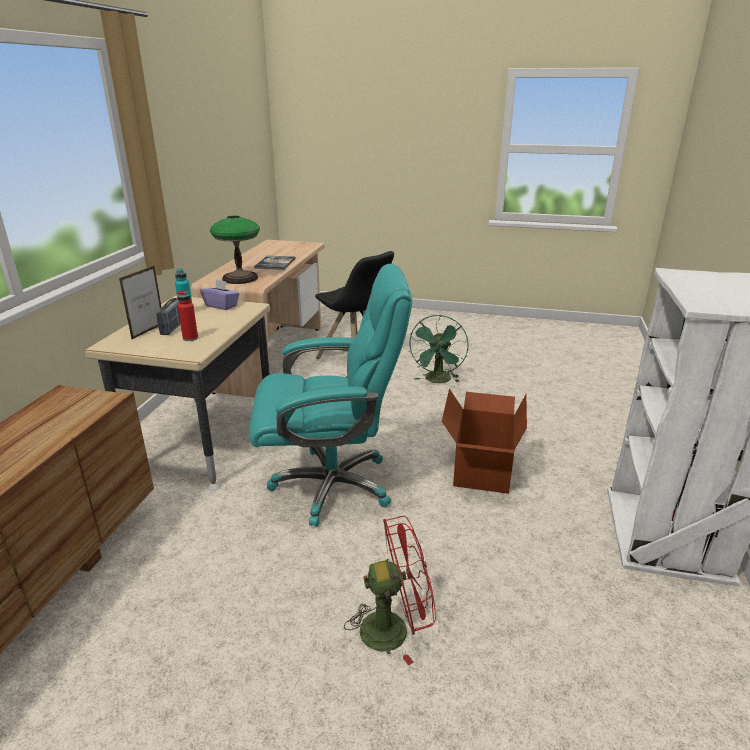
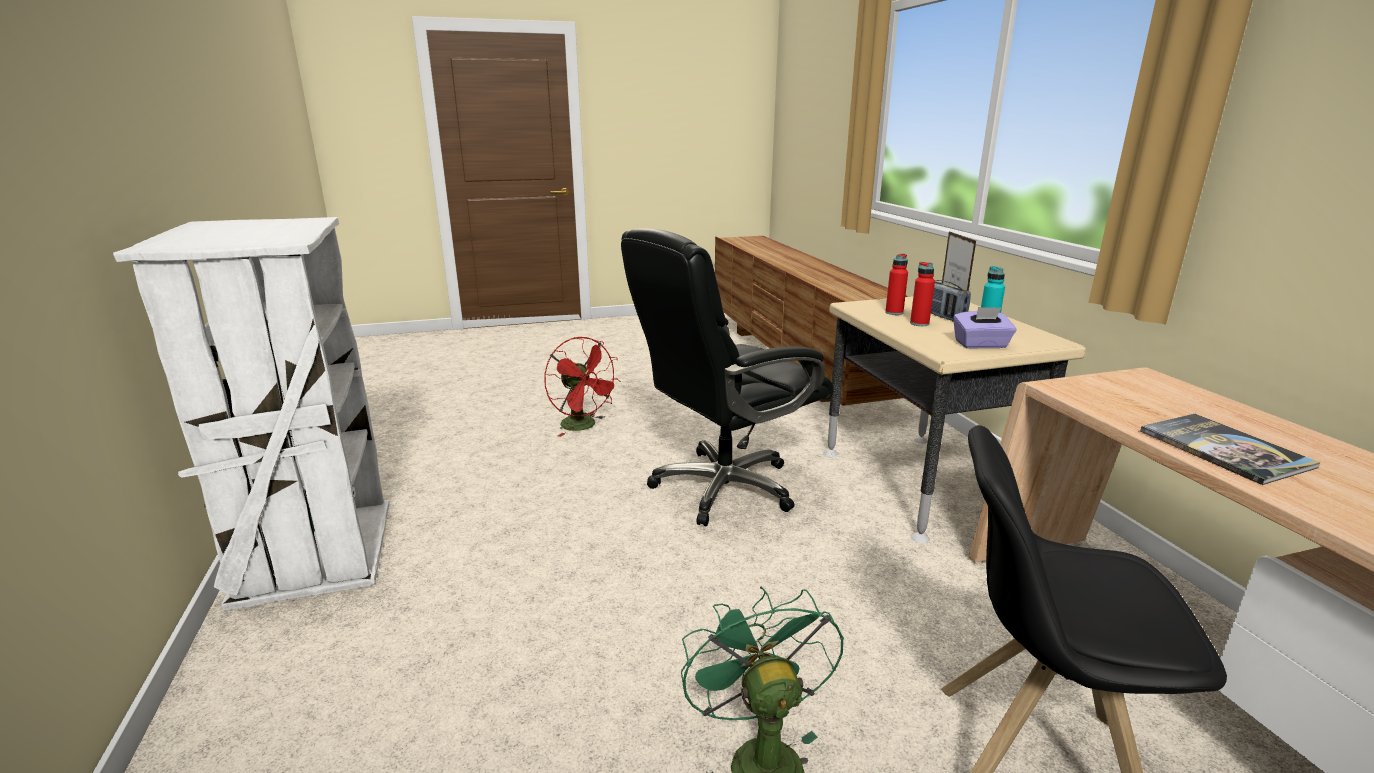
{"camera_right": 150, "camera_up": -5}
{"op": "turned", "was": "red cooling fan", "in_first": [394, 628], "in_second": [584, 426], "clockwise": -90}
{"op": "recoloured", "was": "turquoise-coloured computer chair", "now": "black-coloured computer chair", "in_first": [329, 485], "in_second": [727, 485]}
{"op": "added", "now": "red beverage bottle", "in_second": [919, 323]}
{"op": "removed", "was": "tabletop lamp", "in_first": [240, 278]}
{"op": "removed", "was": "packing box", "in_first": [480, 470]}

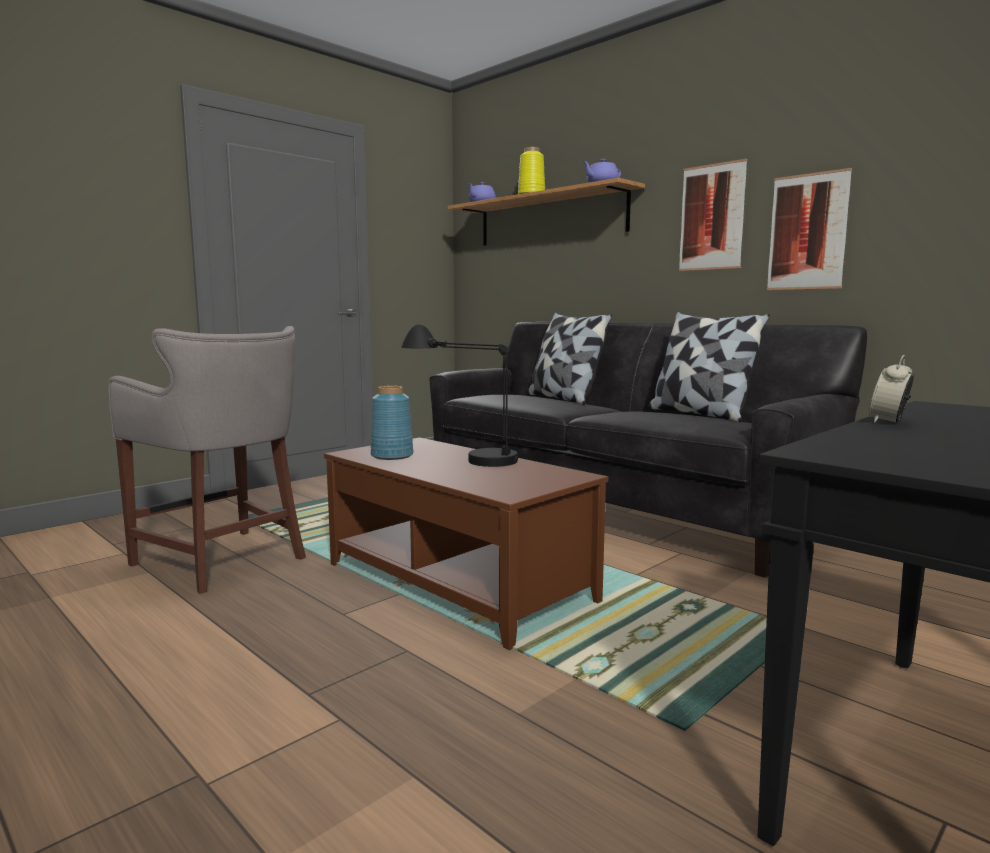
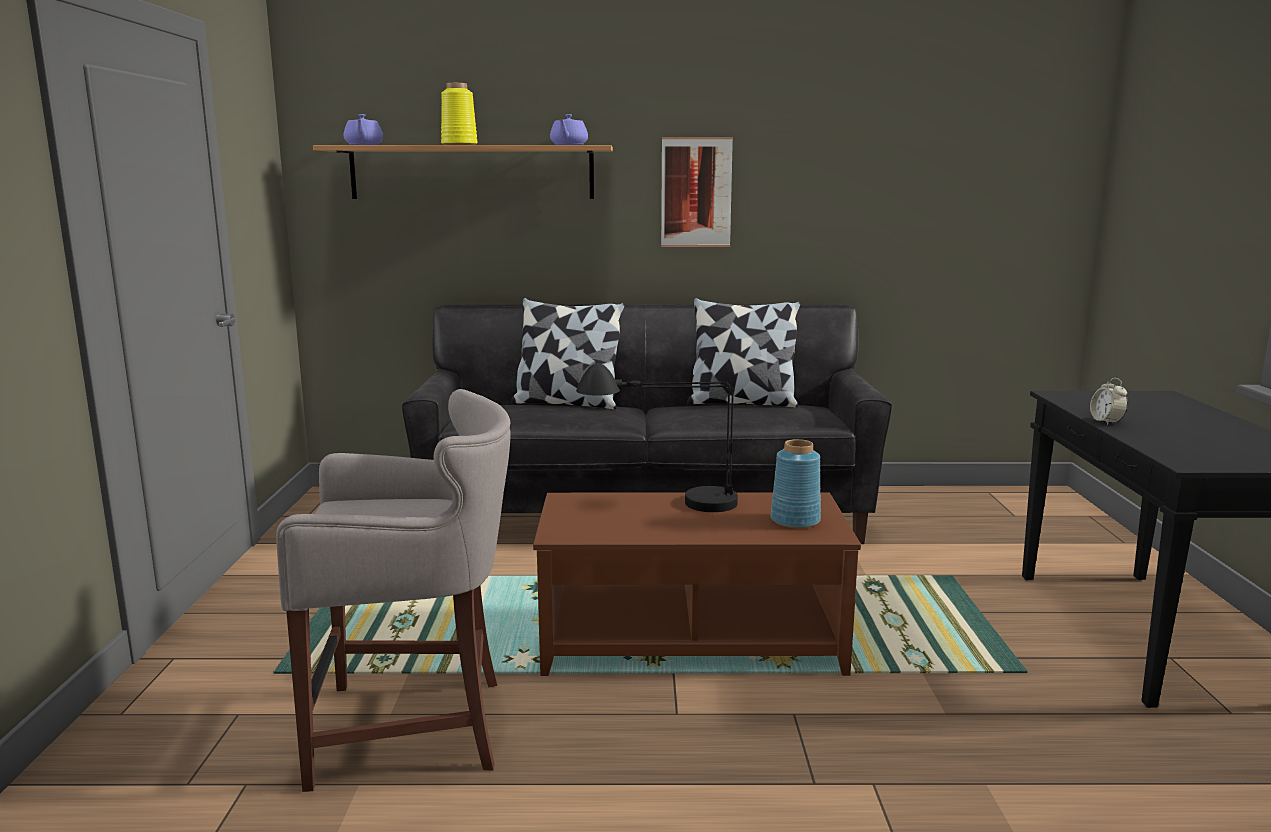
{"camera_right": -45, "camera_up": 5}
{"op": "moved", "was": "blue-coloured flower vase", "in_first": [392, 455], "in_second": [794, 520]}
{"op": "removed", "was": "picture", "in_first": [807, 232]}

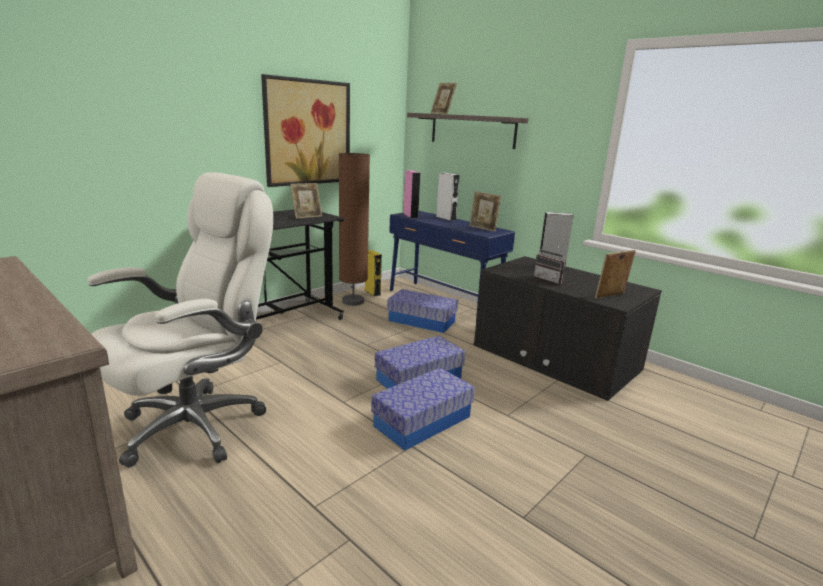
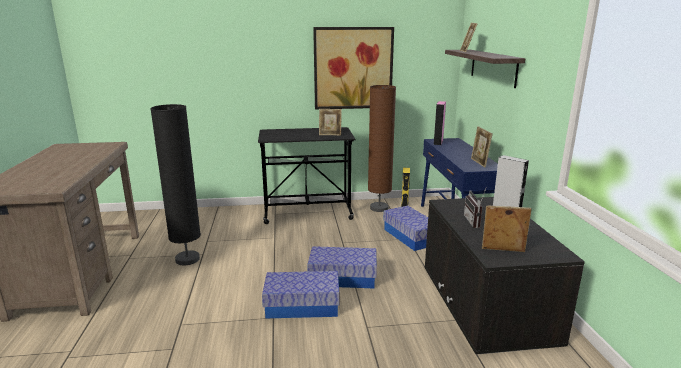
{"camera_right": 40, "camera_up": 0}
{"op": "replaced", "was": "white computer chair", "now": "black-coloured standard lamp", "in_first": [195, 426], "in_second": [187, 259]}
{"op": "removed", "was": "white audio speaker", "in_first": [446, 218]}

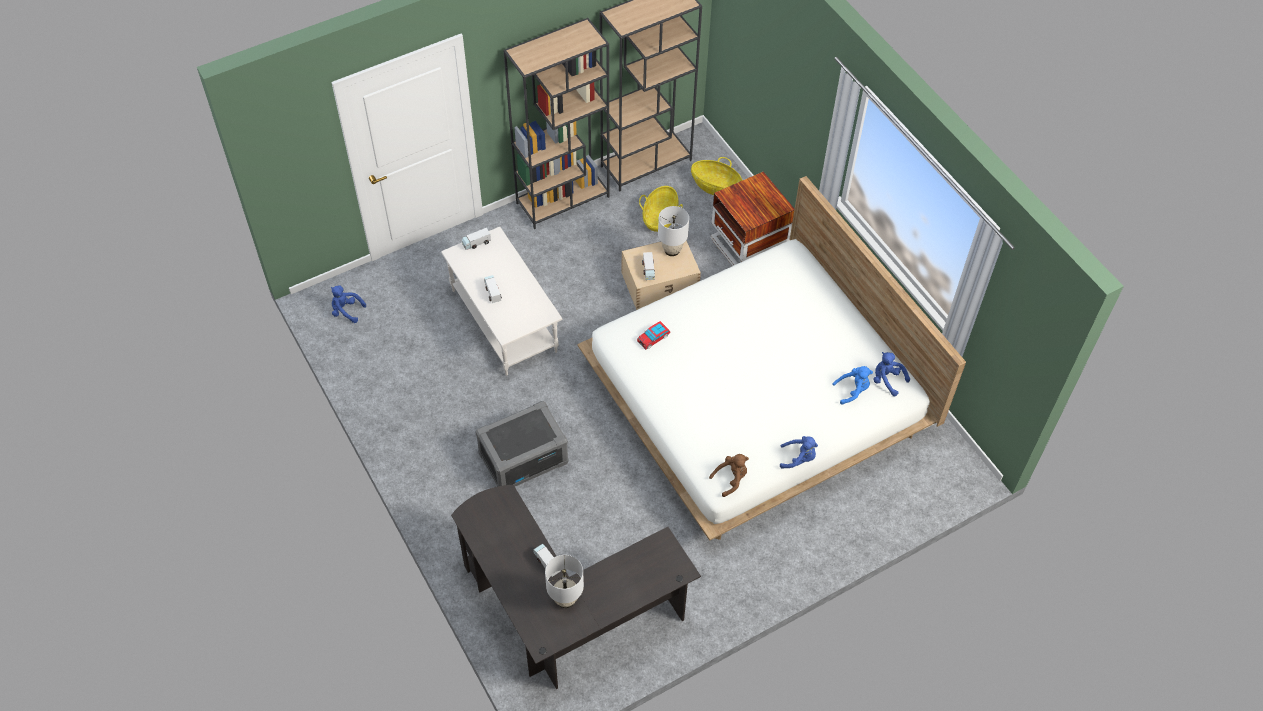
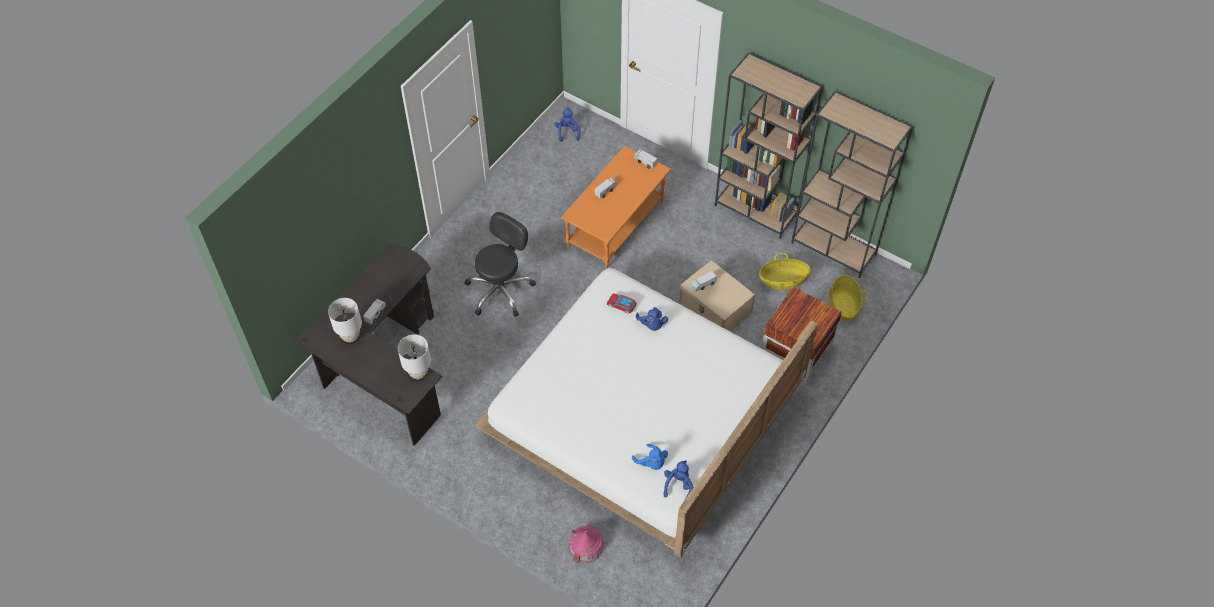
{"camera_right": 65, "camera_up": 0}
{"op": "moved", "was": "white tabletop lamp", "in_first": [672, 250], "in_second": [419, 374]}
{"op": "replaced", "was": "grey storage container", "now": "black-coloured computer chair", "in_first": [523, 457], "in_second": [501, 288]}
{"op": "recoloured", "was": "white low table", "now": "orange low table", "in_first": [505, 321], "in_second": [616, 225]}
{"op": "added", "now": "toy house", "in_second": [586, 546]}
{"op": "moved", "was": "blue-coloured plush toy", "in_first": [798, 458], "in_second": [652, 325]}
{"op": "removed", "was": "brown plush toy", "in_first": [731, 479]}

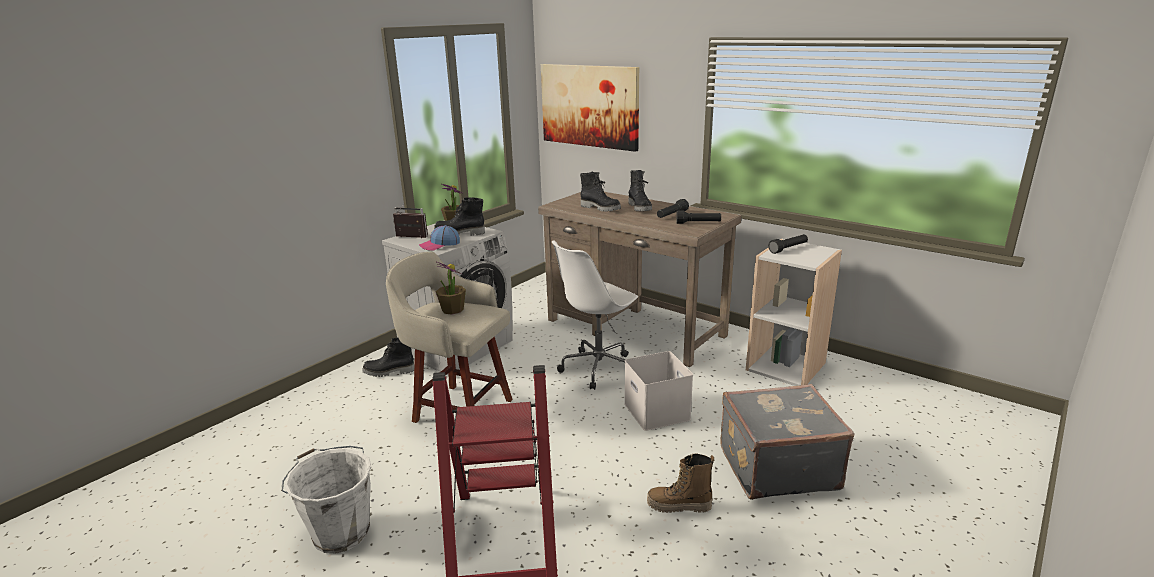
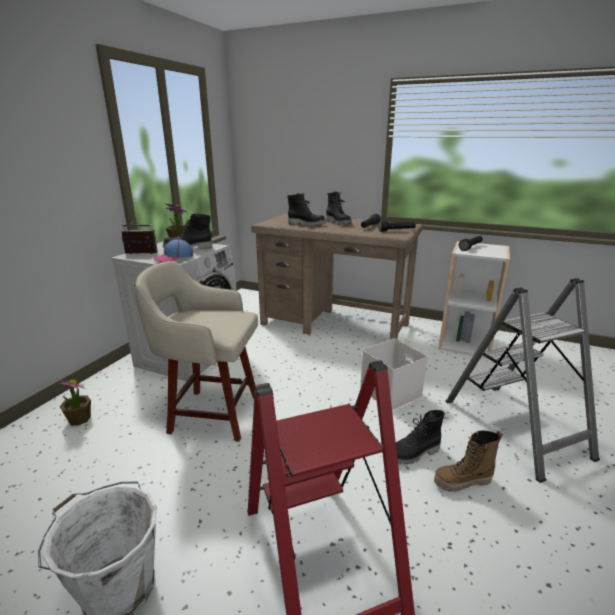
{"camera_right": -15, "camera_up": 0}
{"op": "moved", "was": "plant in a pot", "in_first": [452, 310], "in_second": [79, 419]}
{"op": "moved", "was": "black-coloured boot", "in_first": [389, 372], "in_second": [413, 454]}
{"op": "replaced", "was": "grey piece of luggage", "now": "grey step stool", "in_first": [776, 467], "in_second": [516, 428]}
{"op": "removed", "was": "picture", "in_first": [589, 106]}
{"op": "removed", "was": "white computer chair", "in_first": [597, 369]}

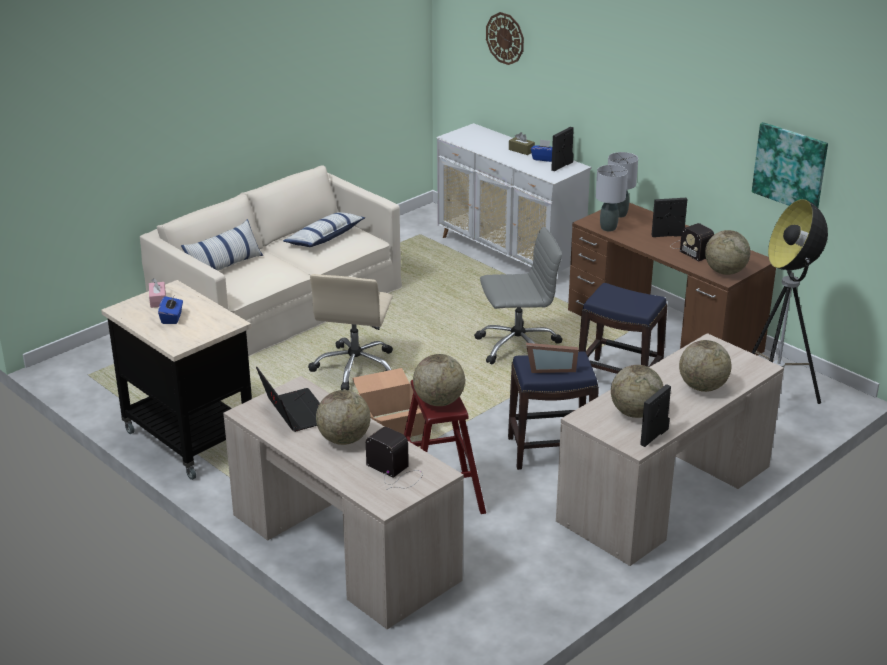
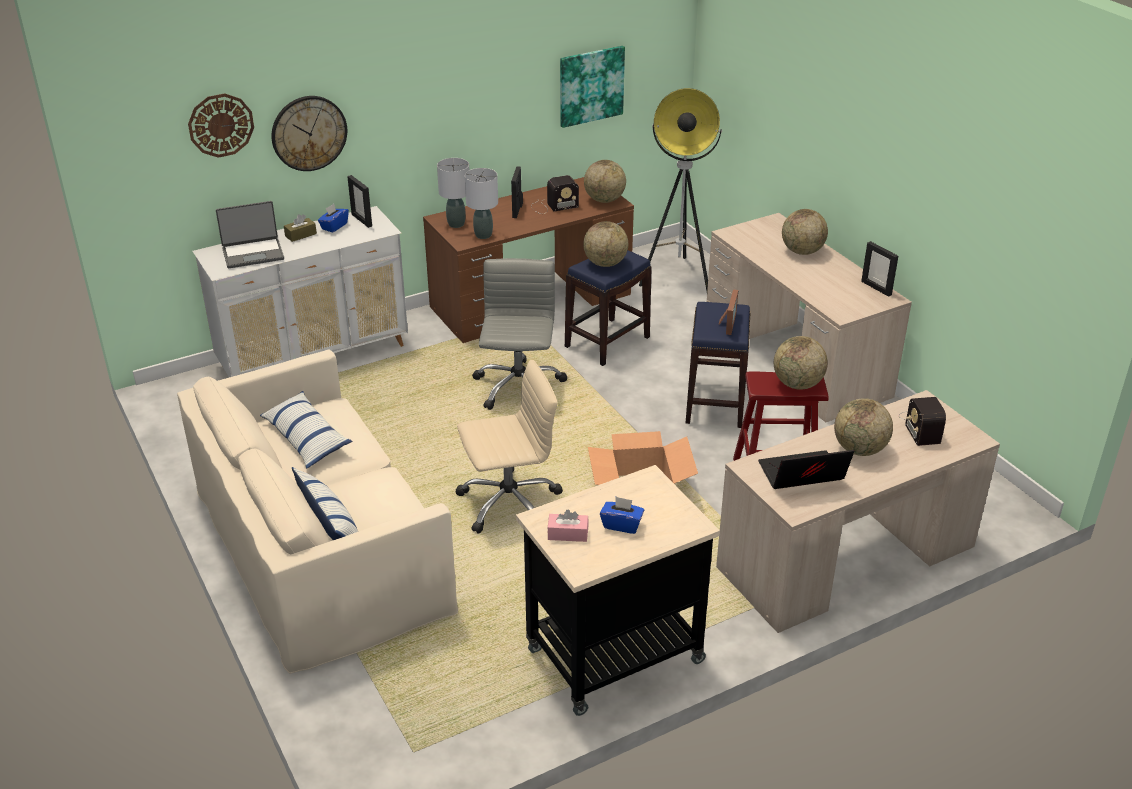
{"camera_right": -75, "camera_up": 5}
{"op": "added", "now": "portable computer", "in_second": [253, 253]}
{"op": "added", "now": "wall clock", "in_second": [309, 133]}
{"op": "turned", "was": "sand-coloured computer chair", "in_first": [355, 368], "in_second": [509, 503], "clockwise": -45}
{"op": "moved", "was": "desk globe", "in_first": [635, 413], "in_second": [605, 263]}
{"op": "turned", "was": "radio", "in_first": [395, 472], "in_second": [920, 426], "clockwise": -60}

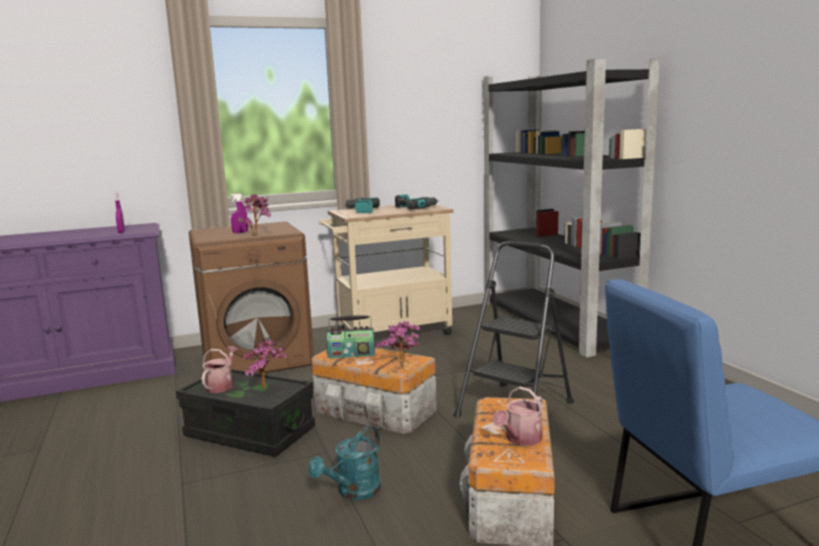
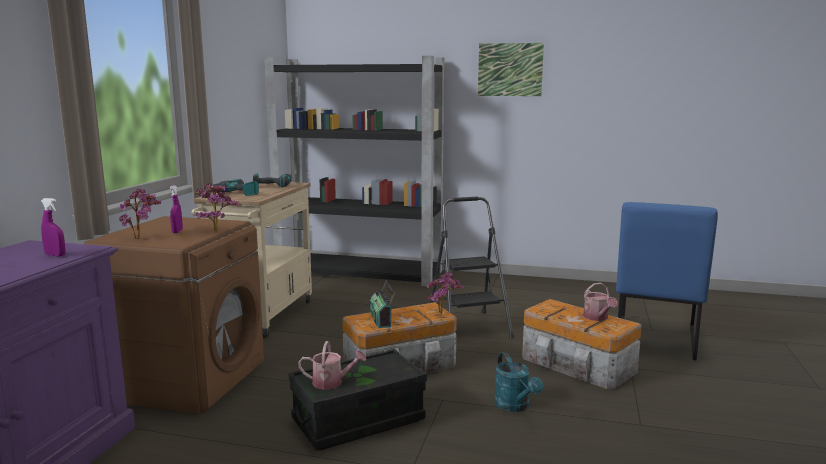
{"camera_right": -55, "camera_up": 0}
{"op": "moved", "was": "plant in a pot", "in_first": [266, 388], "in_second": [141, 238]}
{"op": "turned", "was": "watering pot", "in_first": [221, 385], "in_second": [332, 382], "clockwise": 135}
{"op": "turned", "was": "radio", "in_first": [351, 354], "in_second": [382, 319], "clockwise": 135}
{"op": "added", "now": "picture", "in_second": [510, 69]}

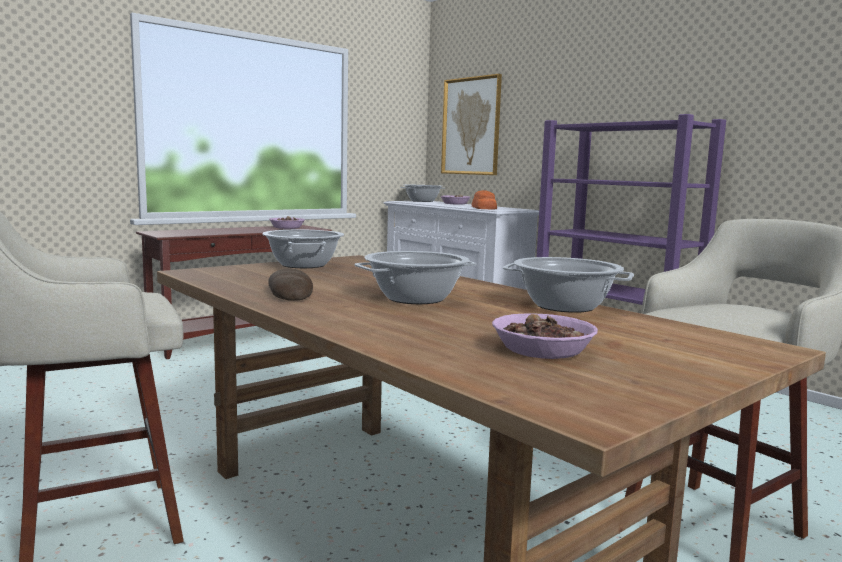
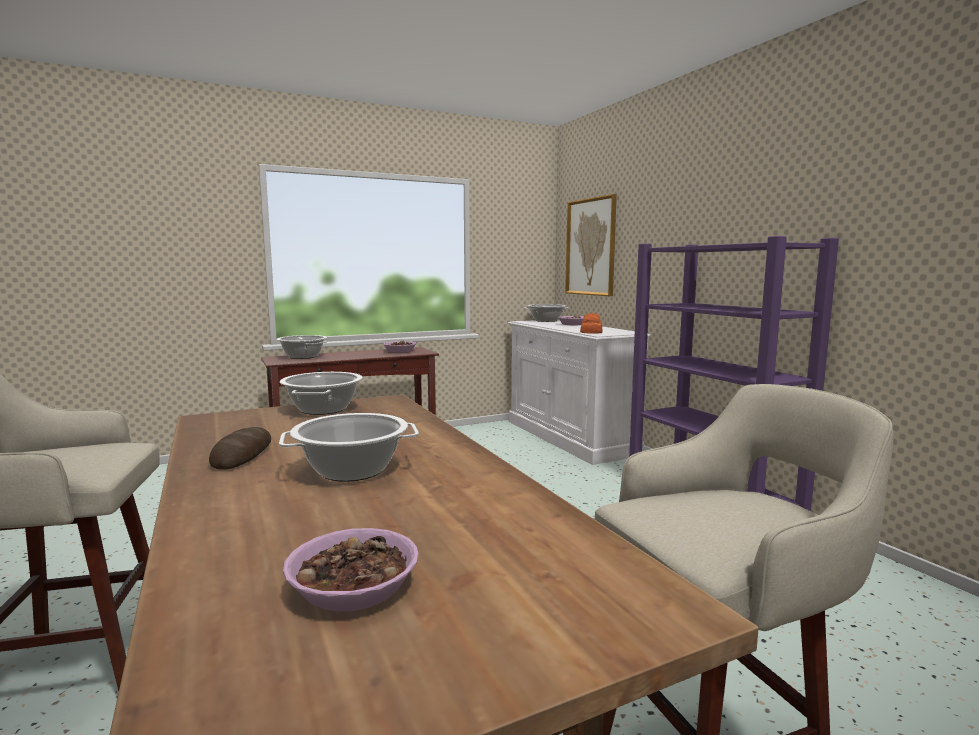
{"camera_right": 15, "camera_up": 0}
{"op": "moved", "was": "cooking pot", "in_first": [565, 306], "in_second": [303, 357]}

